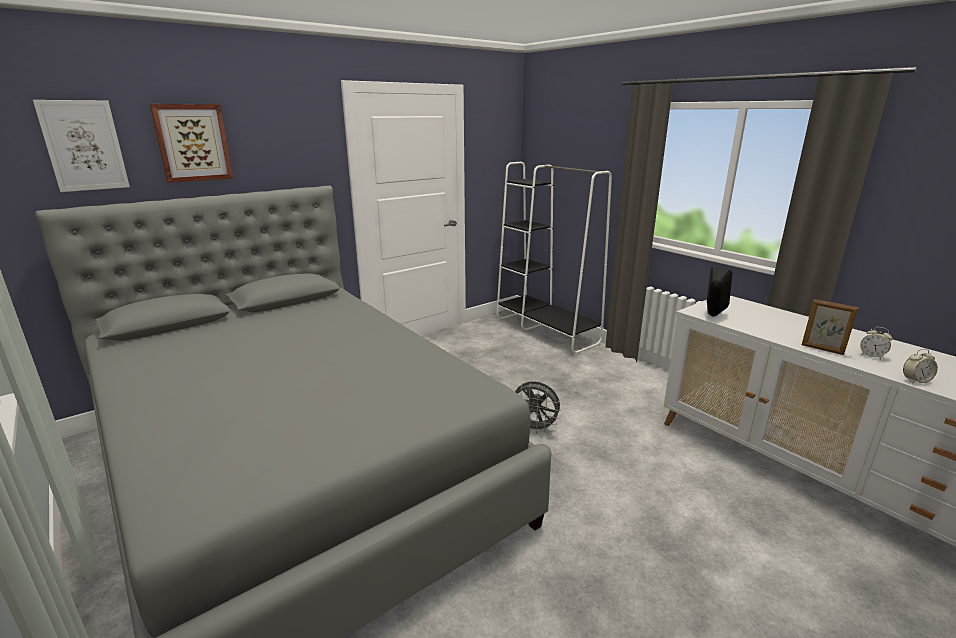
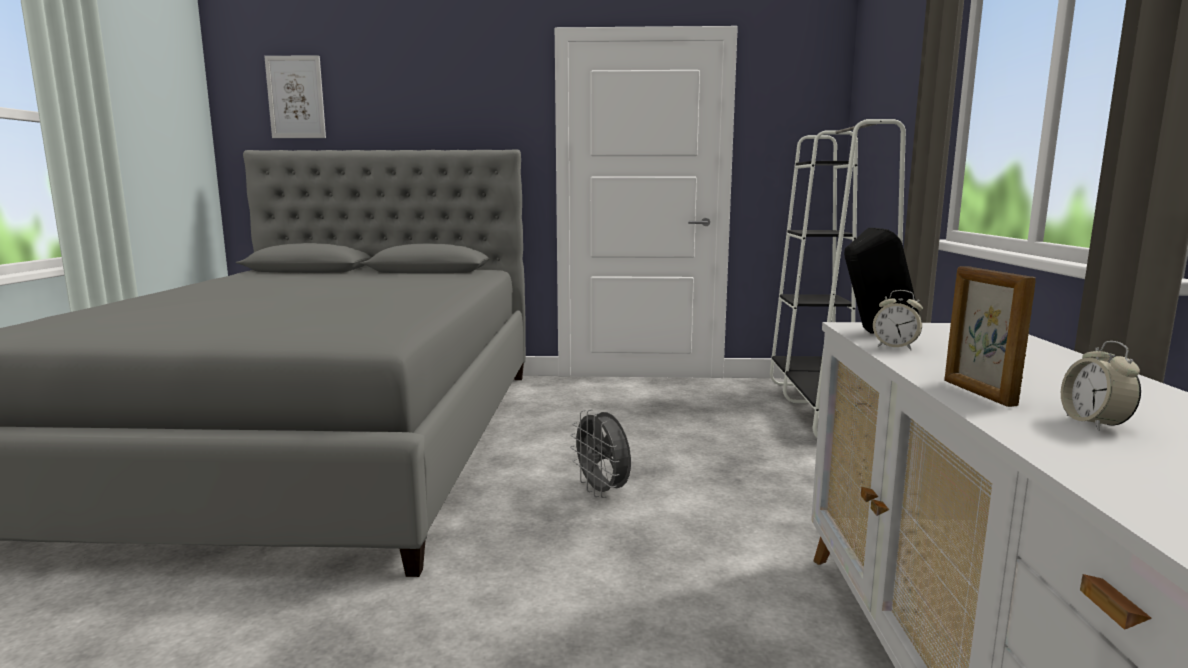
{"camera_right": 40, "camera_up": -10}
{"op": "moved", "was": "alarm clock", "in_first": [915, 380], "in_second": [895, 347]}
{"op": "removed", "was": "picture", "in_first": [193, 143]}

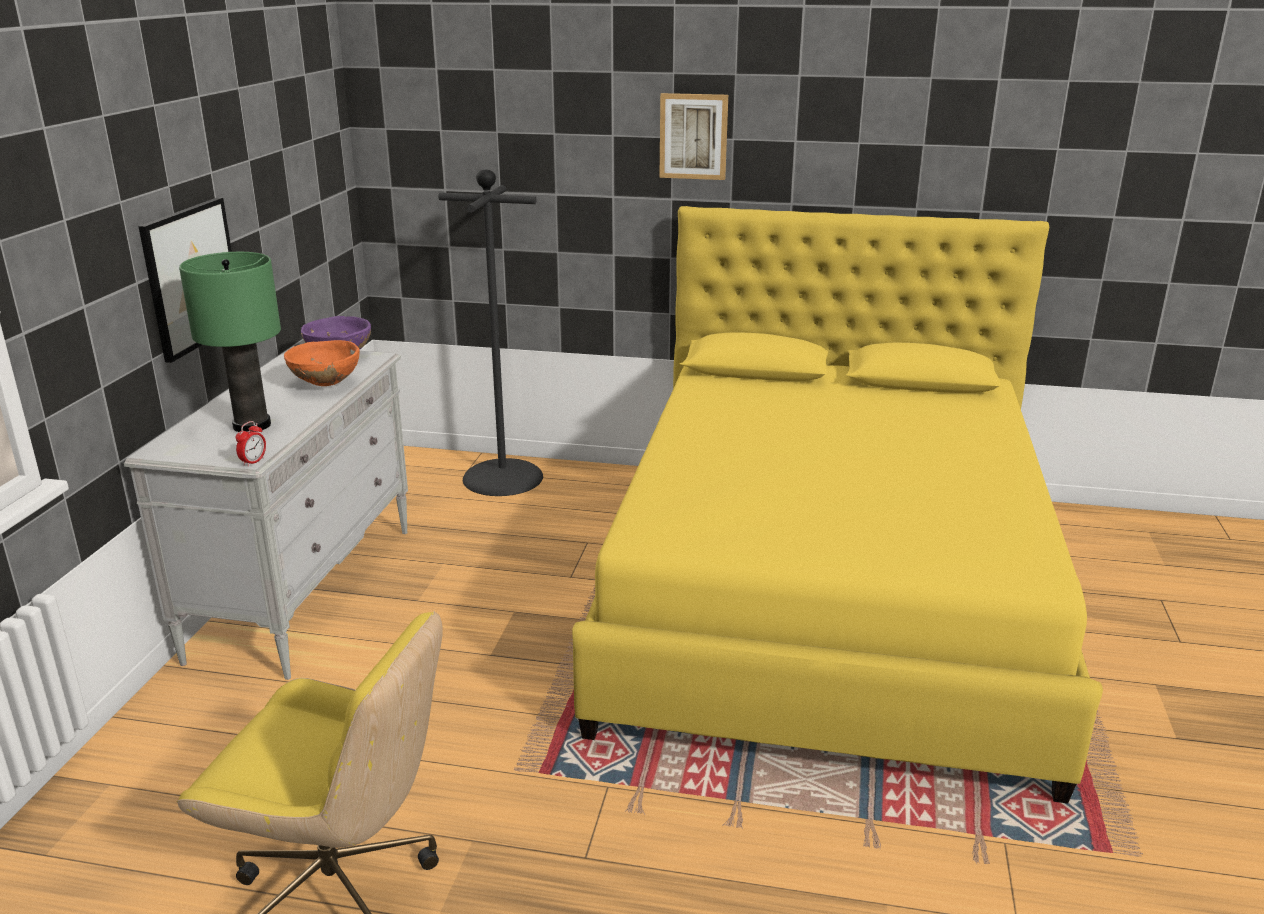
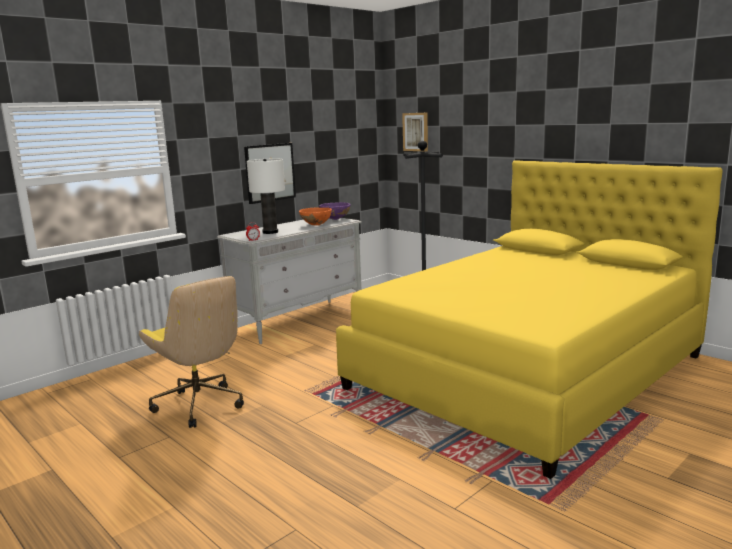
{"camera_right": 35, "camera_up": -10}
{"op": "recoloured", "was": "greenish tabletop lamp", "now": "white tabletop lamp", "in_first": [252, 425], "in_second": [270, 232]}
{"op": "moved", "was": "picture", "in_first": [693, 136], "in_second": [416, 132]}

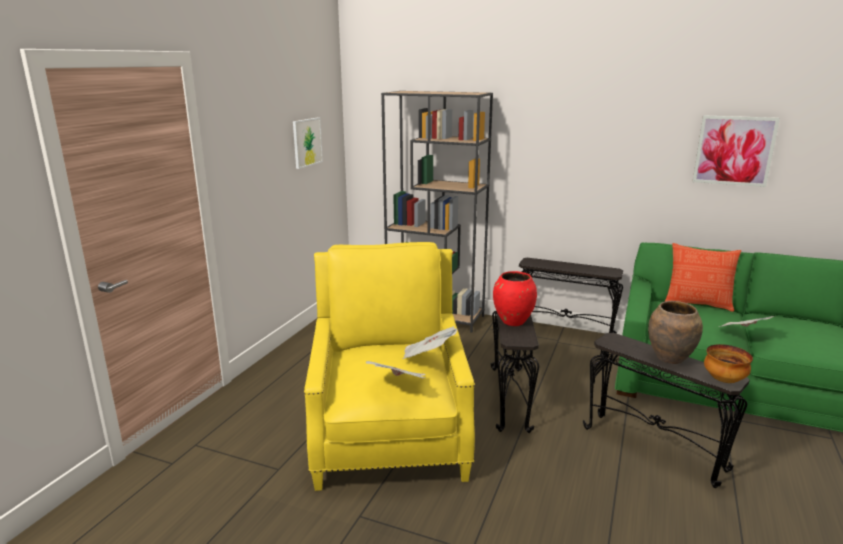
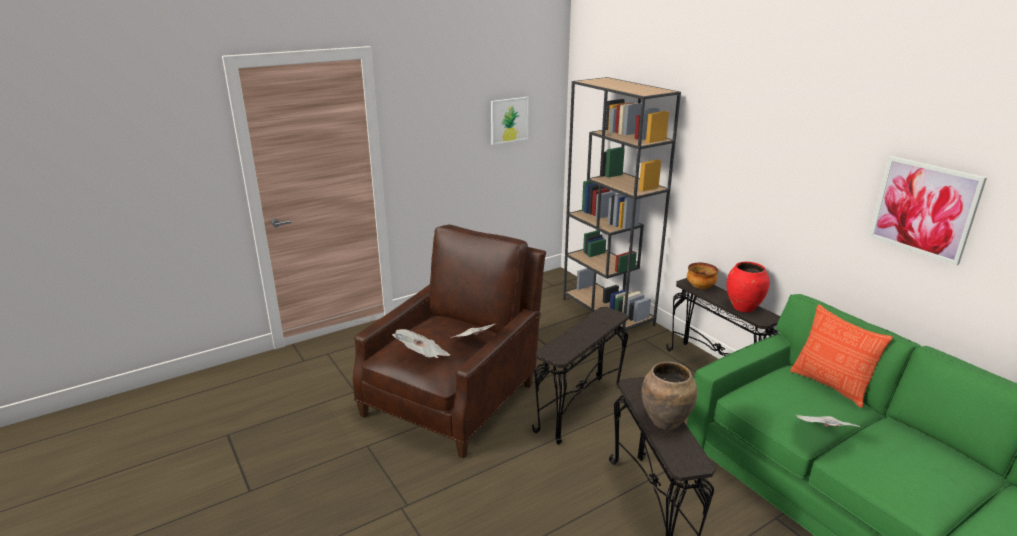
{"camera_right": 35, "camera_up": 5}
{"op": "recoloured", "was": "yellow-coloured armchair", "now": "brown armchair", "in_first": [390, 432], "in_second": [453, 396]}
{"op": "moved", "was": "bowl", "in_first": [724, 380], "in_second": [700, 287]}
{"op": "moved", "was": "red flower vase", "in_first": [513, 322], "in_second": [743, 308]}

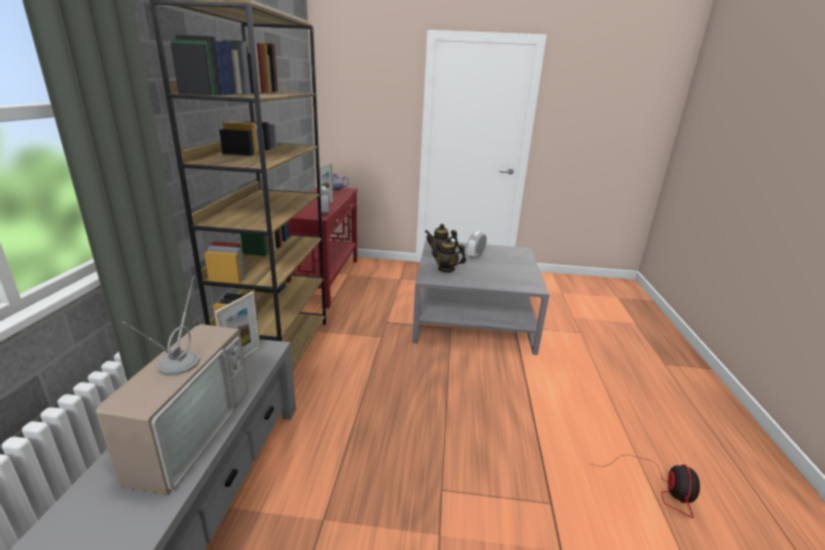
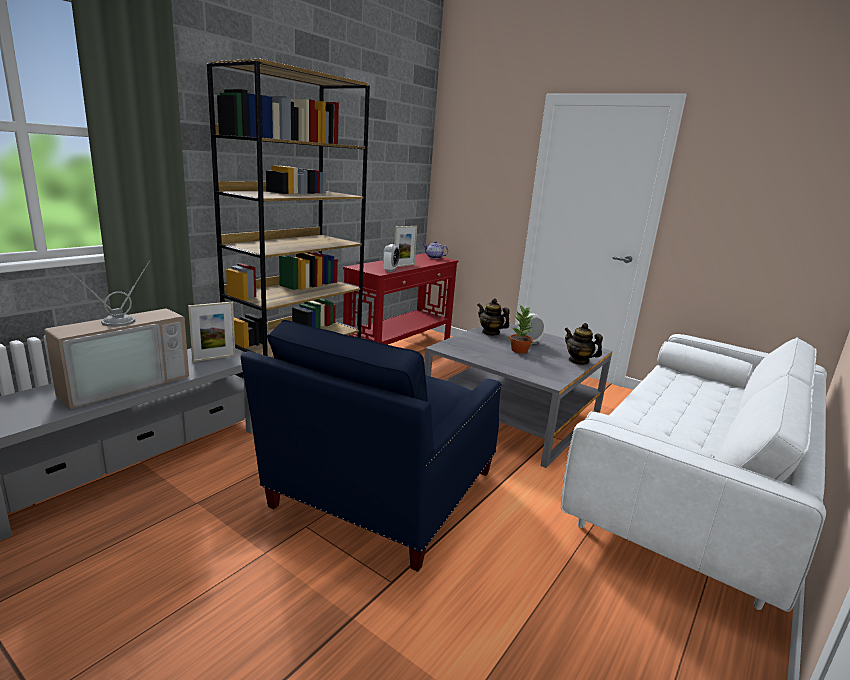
{"camera_right": 30, "camera_up": -5}
{"op": "added", "now": "blue-coloured armchair", "in_second": [381, 492]}
{"op": "added", "now": "plant in a pot", "in_second": [519, 350]}
{"op": "added", "now": "white sofa", "in_second": [694, 487]}
{"op": "moved", "was": "pot for tea", "in_first": [446, 269], "in_second": [578, 361]}
{"op": "removed", "was": "cooling fan", "in_first": [658, 487]}

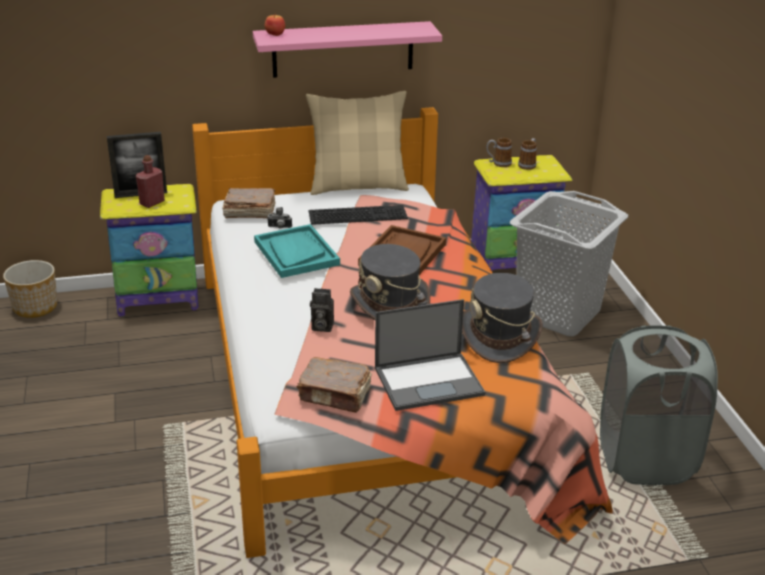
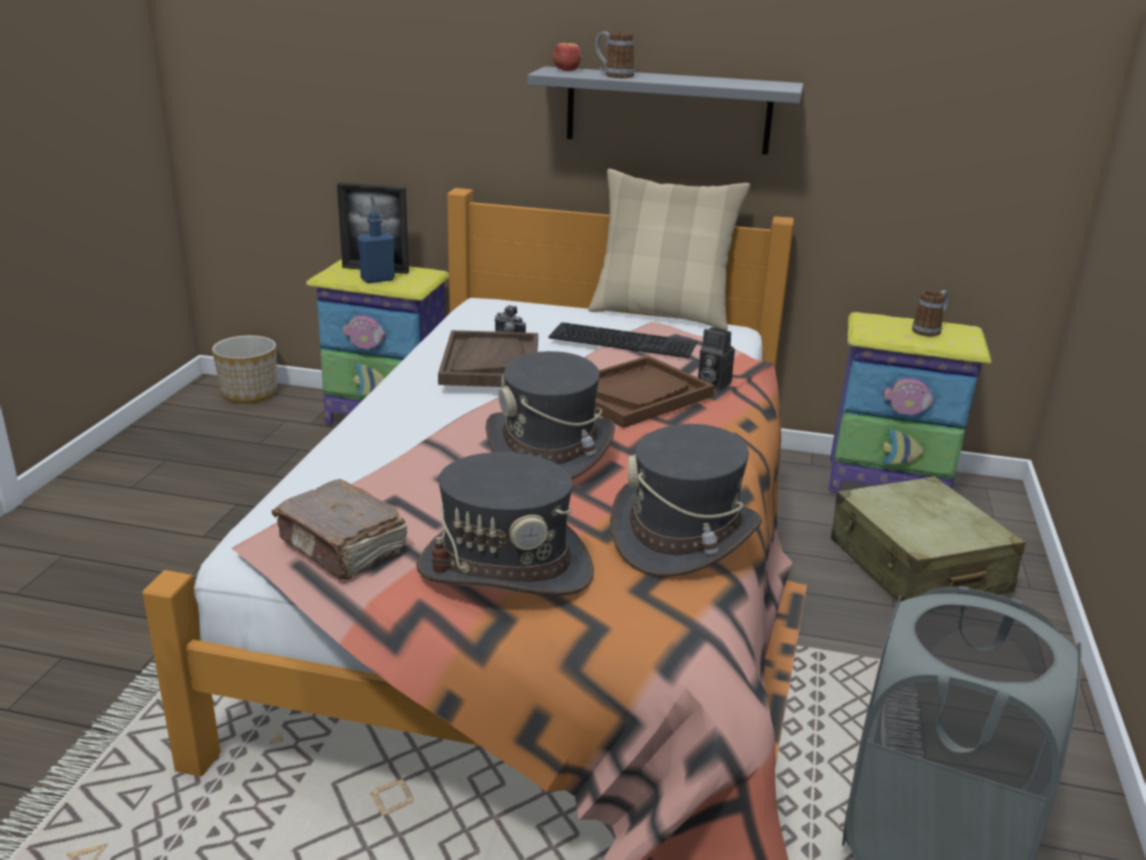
{"camera_right": 25, "camera_up": -5}
{"op": "recoloured", "was": "red beverage bottle", "now": "blue-coloured beverage bottle", "in_first": [152, 202], "in_second": [377, 279]}
{"op": "replaced", "was": "portable computer", "now": "grey clothing hat", "in_first": [430, 381], "in_second": [505, 568]}
{"op": "recoloured", "was": "turquoise-coloured tray", "now": "brown tray", "in_first": [296, 253], "in_second": [490, 363]}
{"op": "recoloured", "was": "pink-coloured wall shelf", "now": "grey wall shelf", "in_first": [343, 49], "in_second": [668, 110]}
{"op": "moved", "was": "mug", "in_first": [498, 163], "in_second": [613, 75]}
{"op": "moved", "was": "still camera", "in_first": [321, 327], "in_second": [711, 383]}
{"op": "replaced", "was": "grey laundry basket", "now": "sand-coloured piece of luggage", "in_first": [559, 314], "in_second": [917, 567]}
{"op": "removed", "was": "brown volume", "in_first": [249, 212]}

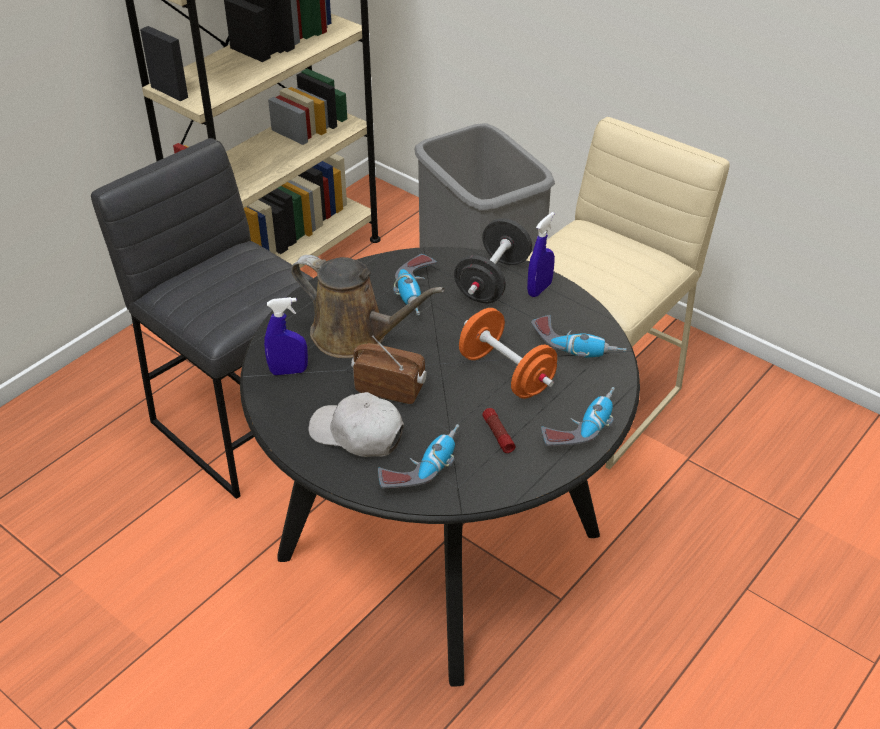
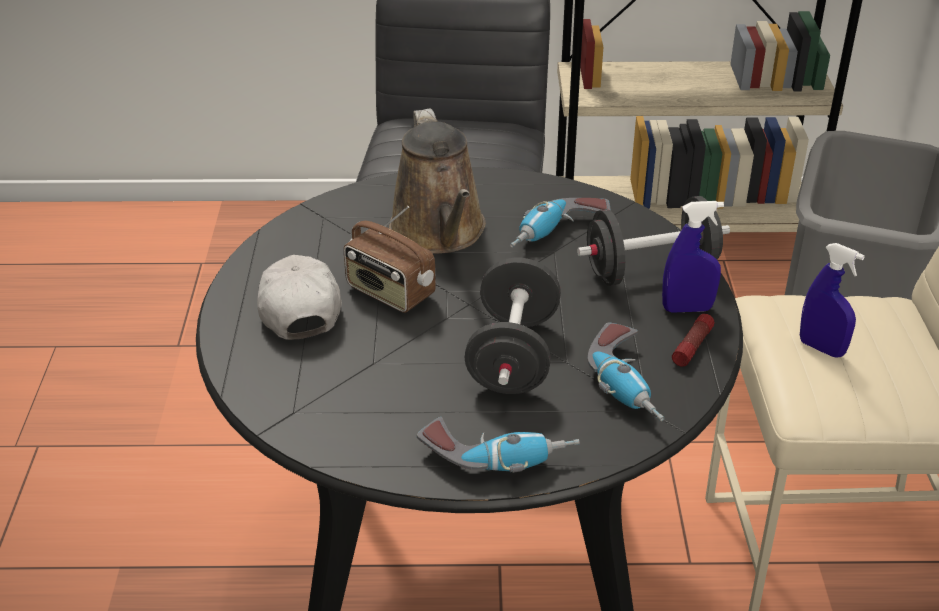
{"camera_right": 50, "camera_up": -5}
{"op": "turned", "was": "radio", "in_first": [390, 388], "in_second": [389, 293], "clockwise": 150}
{"op": "recoloured", "was": "orange hand weight", "now": "black-coloured hand weight", "in_first": [506, 373], "in_second": [513, 356]}
{"op": "moved", "was": "flashlight", "in_first": [498, 435], "in_second": [692, 346]}
{"op": "moved", "was": "blue-coloured hand sprayer", "in_first": [288, 371], "in_second": [821, 348]}
{"op": "removed", "was": "electric drill", "in_first": [422, 466]}

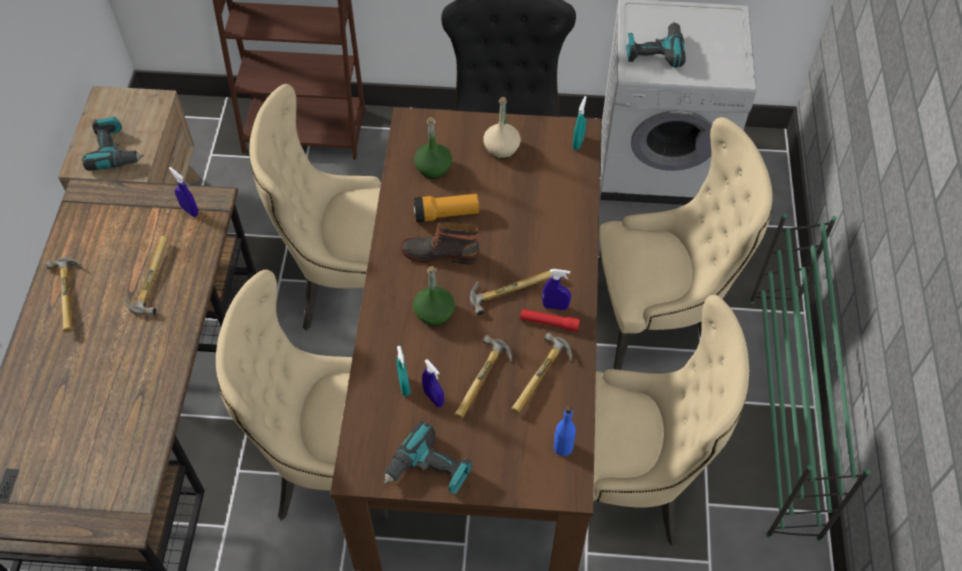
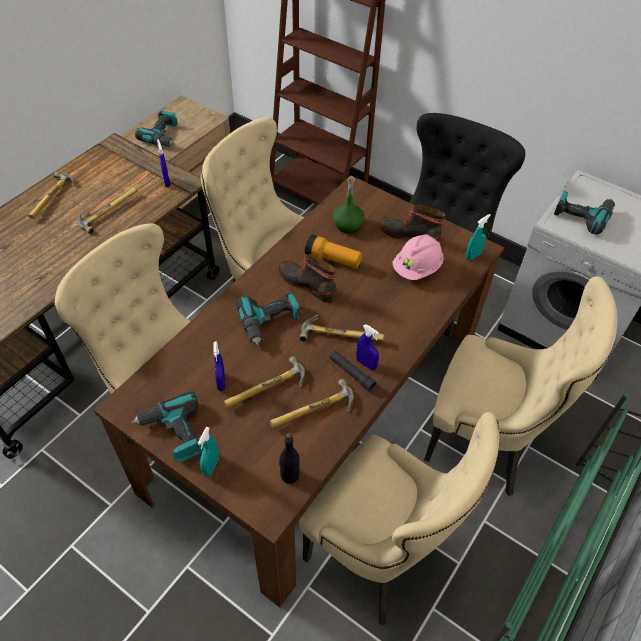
{"camera_right": 30, "camera_up": -5}
{"op": "moved", "was": "turquoise-coloured hand sprayer", "in_first": [404, 386], "in_second": [211, 466]}
{"op": "replaced", "was": "greenish beverage bottle", "now": "electric drill", "in_first": [434, 313], "in_second": [270, 322]}
{"op": "recoloured", "was": "blue-coloured beverage bottle", "now": "black-coloured beverage bottle", "in_first": [562, 447], "in_second": [289, 475]}
{"op": "recoloured", "was": "red flashlight", "now": "black-coloured flashlight", "in_first": [549, 323], "in_second": [351, 373]}
{"op": "replaced", "was": "sand-coloured beverage bottle", "now": "boot", "in_first": [502, 148], "in_second": [409, 234]}
{"op": "added", "now": "pink-coloured safety helmet", "in_second": [417, 268]}

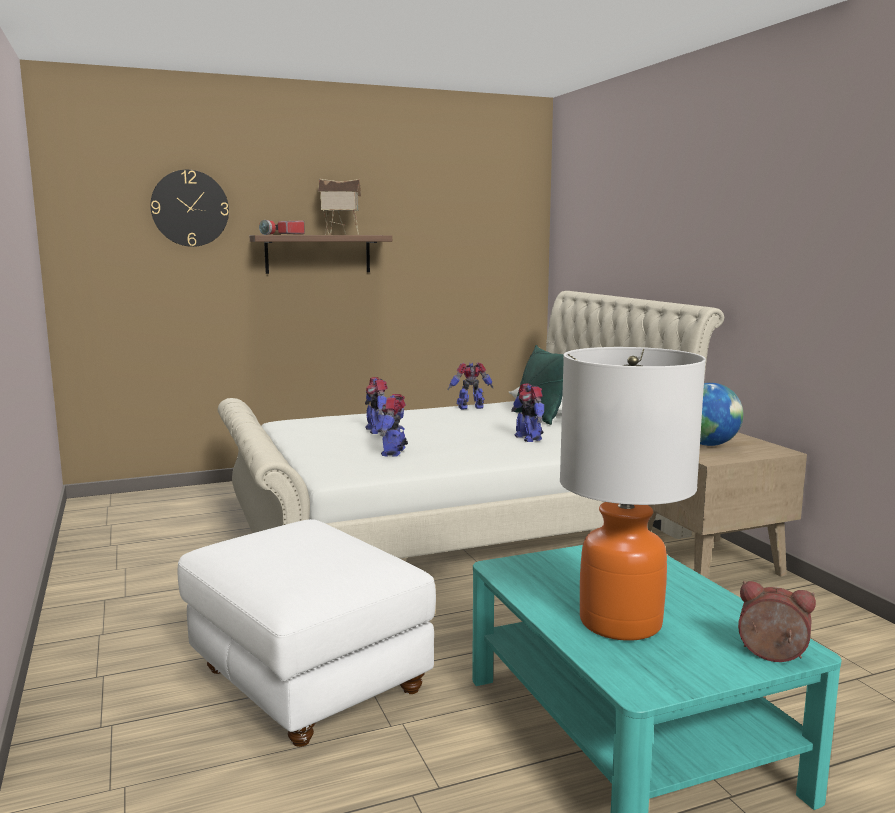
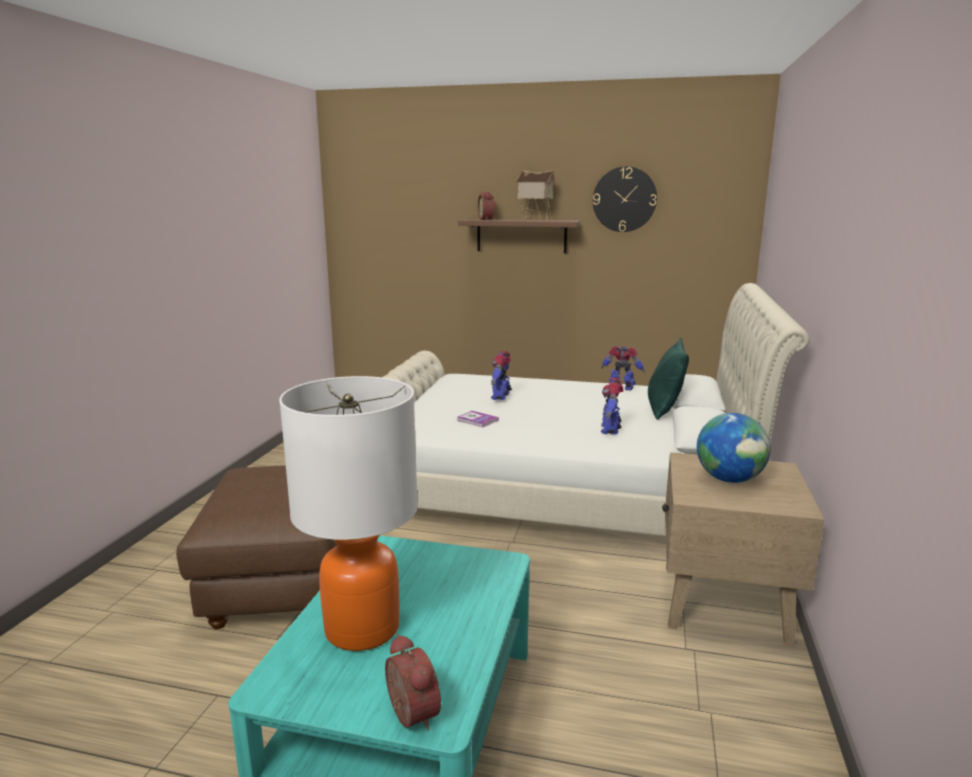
{"camera_right": 35, "camera_up": 5}
{"op": "recoloured", "was": "white pouffe", "now": "brown pouffe", "in_first": [306, 680], "in_second": [280, 583]}
{"op": "replaced", "was": "model robot", "now": "volume", "in_first": [394, 452], "in_second": [477, 420]}
{"op": "replaced", "was": "flashlight", "now": "alarm clock", "in_first": [282, 234], "in_second": [487, 219]}
{"op": "moved", "was": "wall clock", "in_first": [190, 208], "in_second": [624, 199]}

